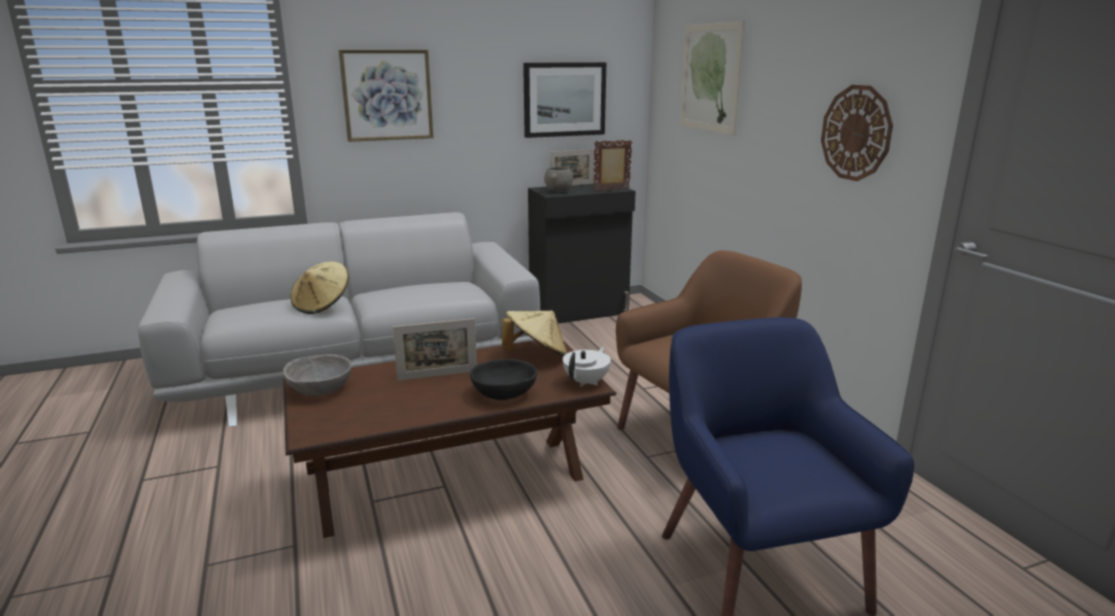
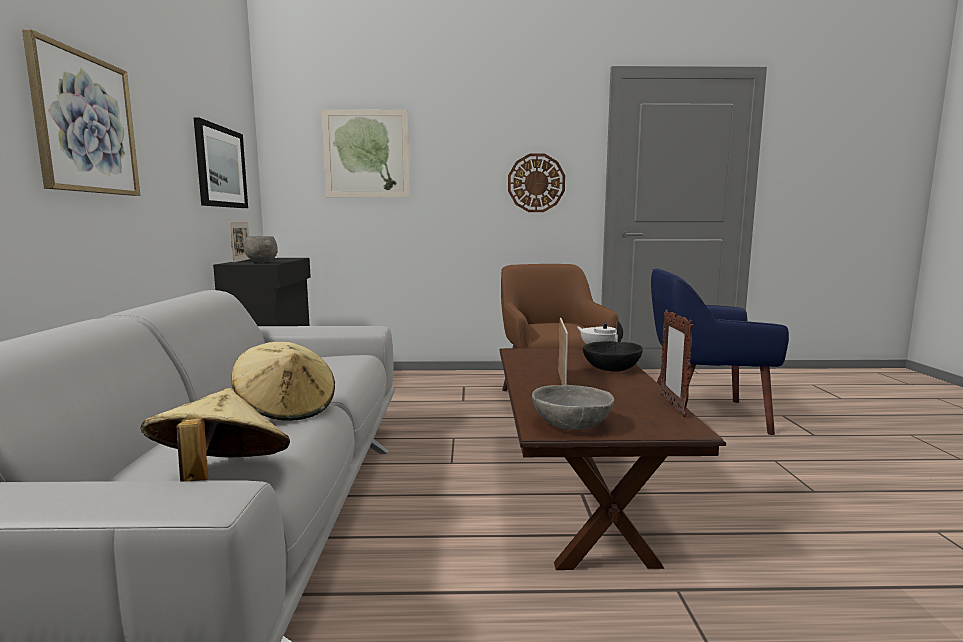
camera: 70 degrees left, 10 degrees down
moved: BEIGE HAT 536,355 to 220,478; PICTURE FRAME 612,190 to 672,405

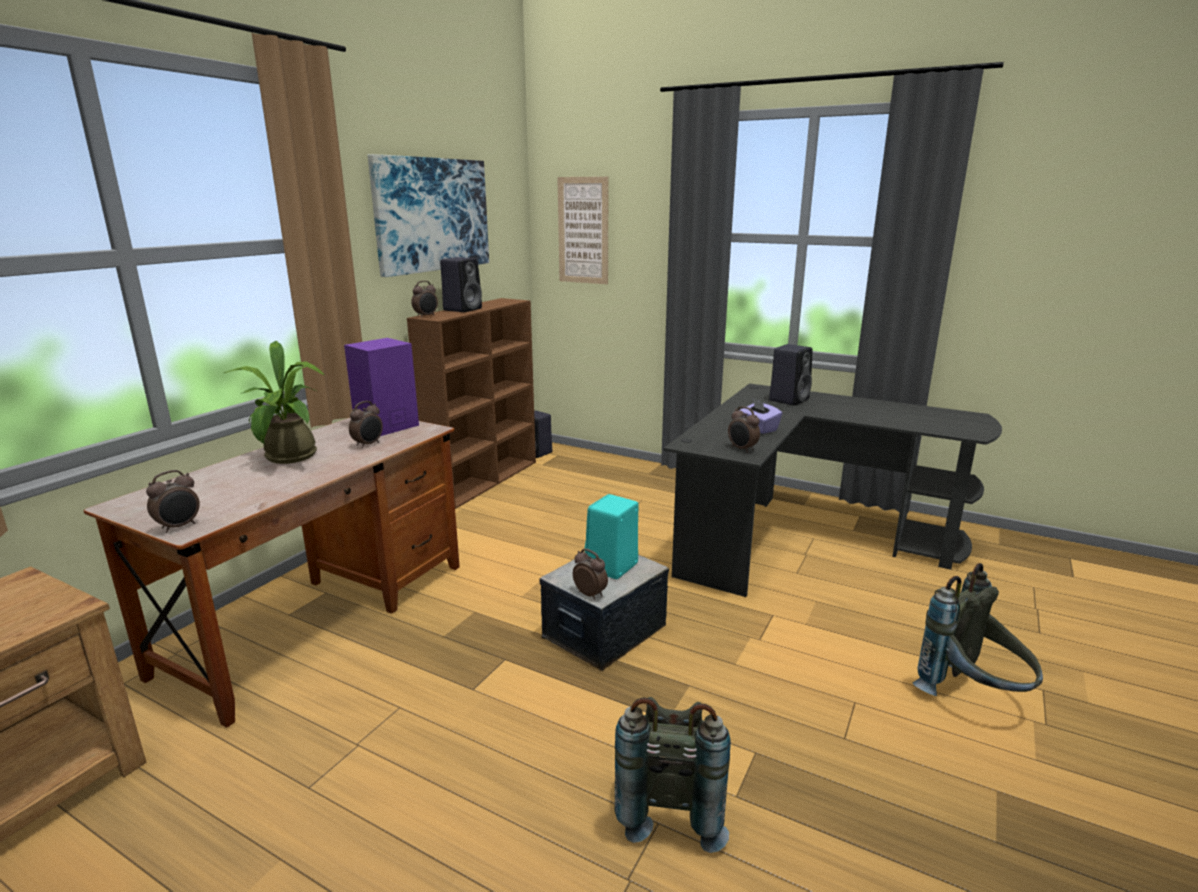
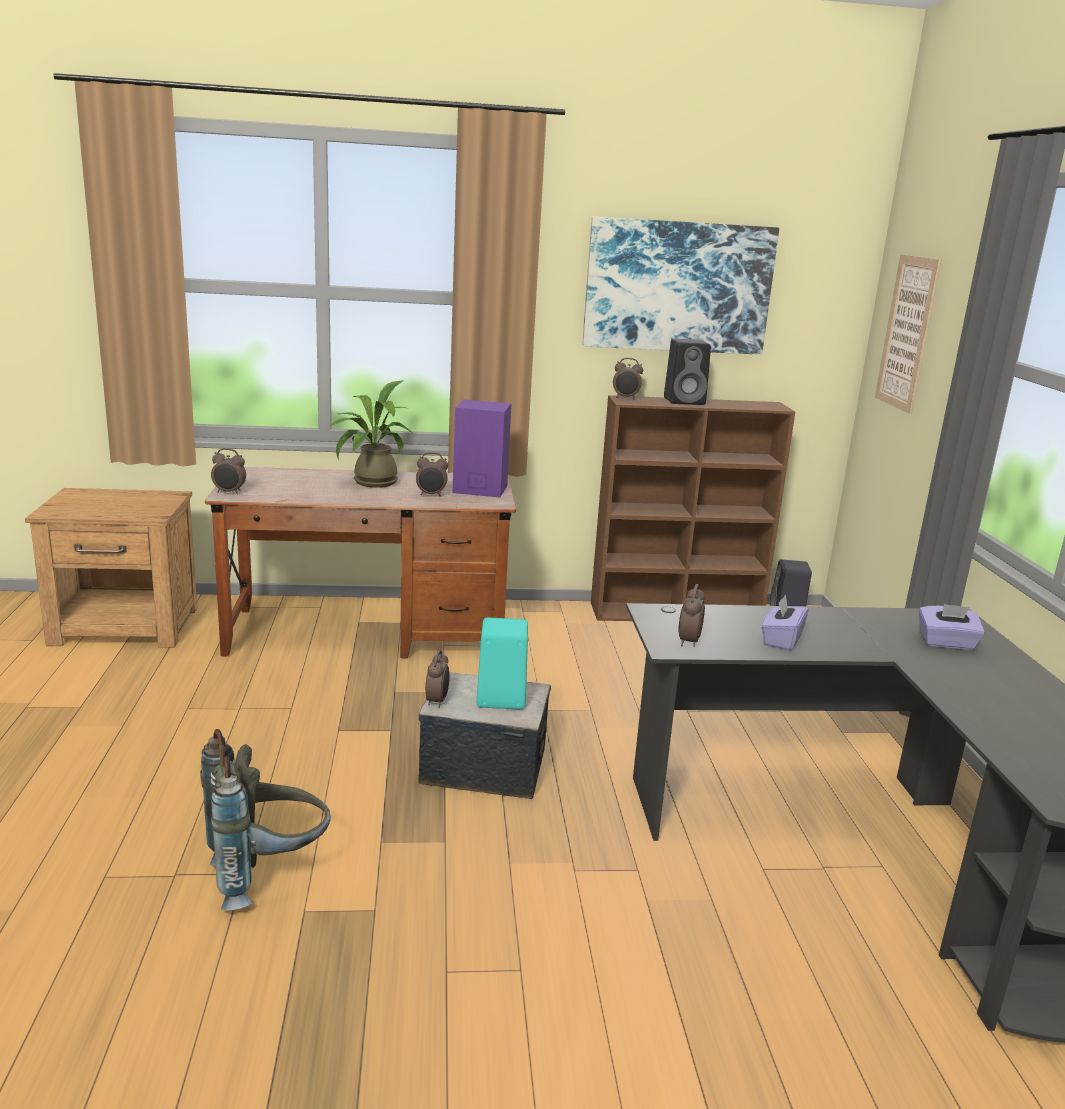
camera: 55 degrees right, 0 degrees up
removed: GREY BACKPACK 972,697
replaced: BLACK SPEAKER 789,399 to PURPLE TISSUE BOX 946,643

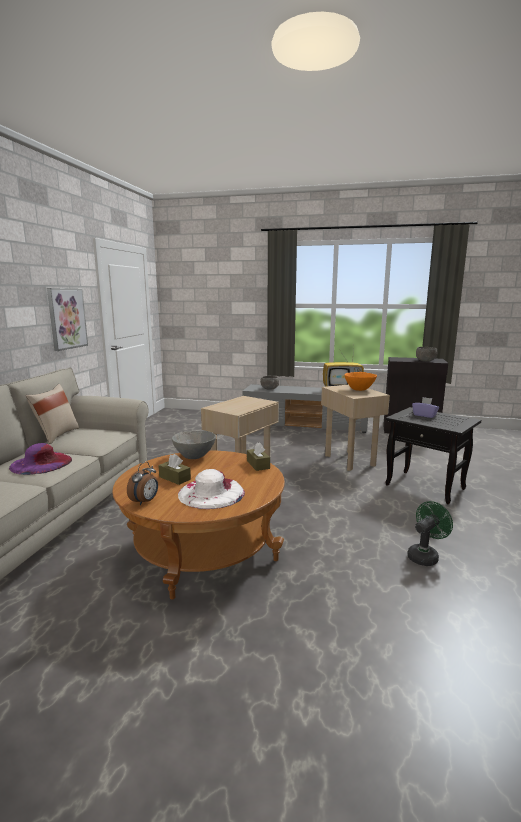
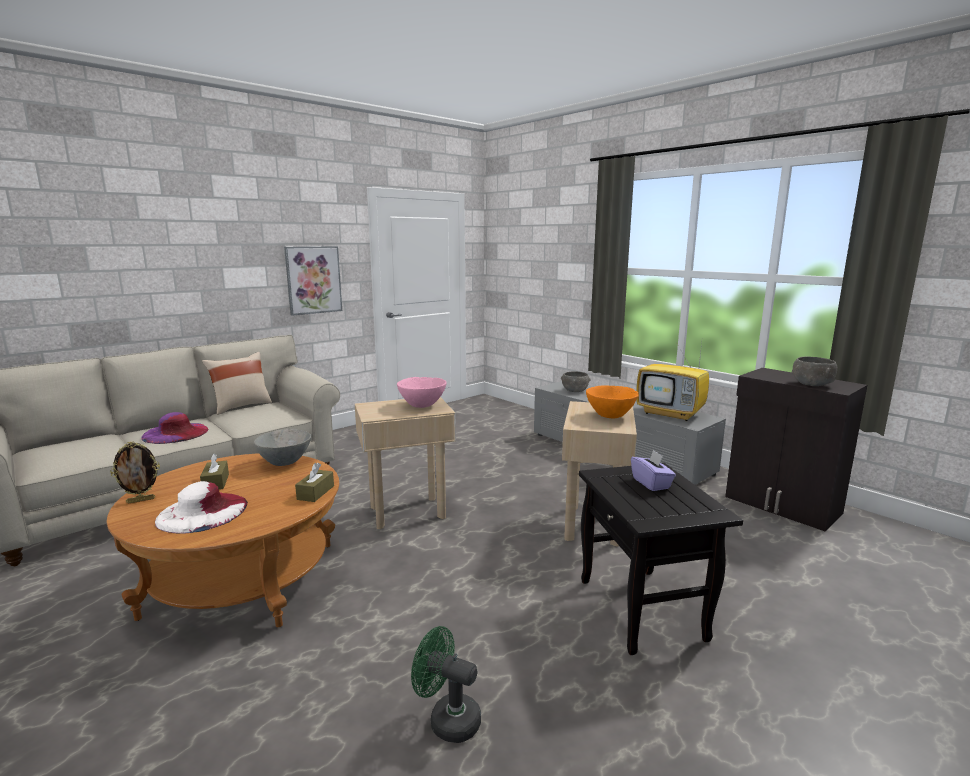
camera: 35 degrees right, 0 degrees up
added: PINK BOWL 422,405
replaced: ALARM CLOCK 145,501 to PICTURE FRAME 141,500
turned: GREEN FAN 425,556 = 447,719 150 degrees counterclockwise

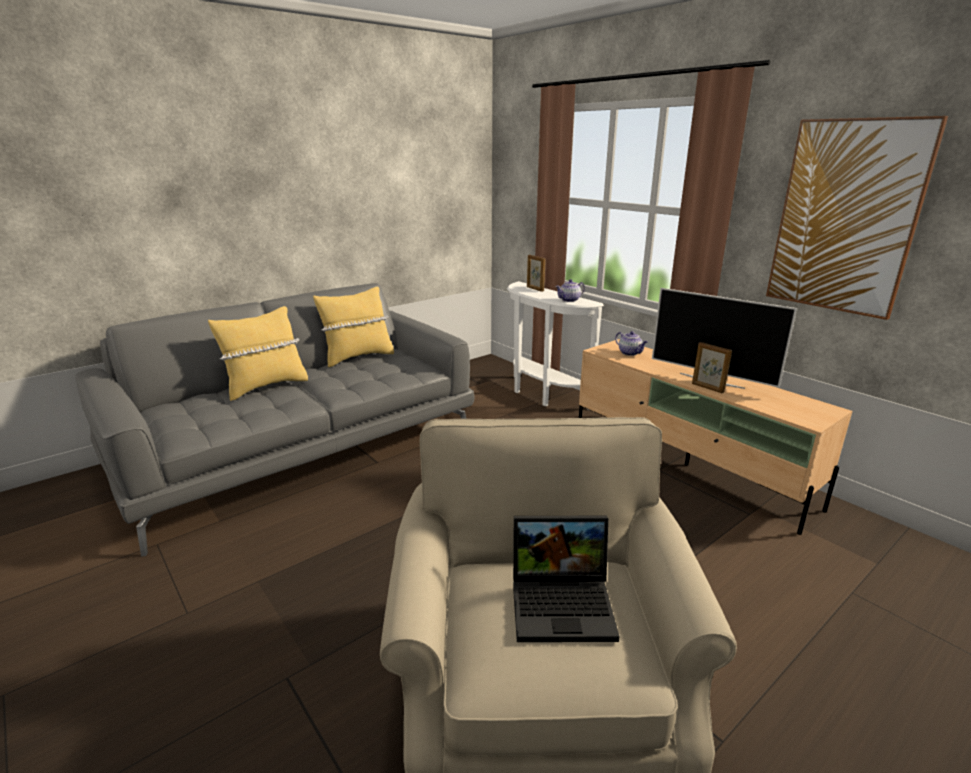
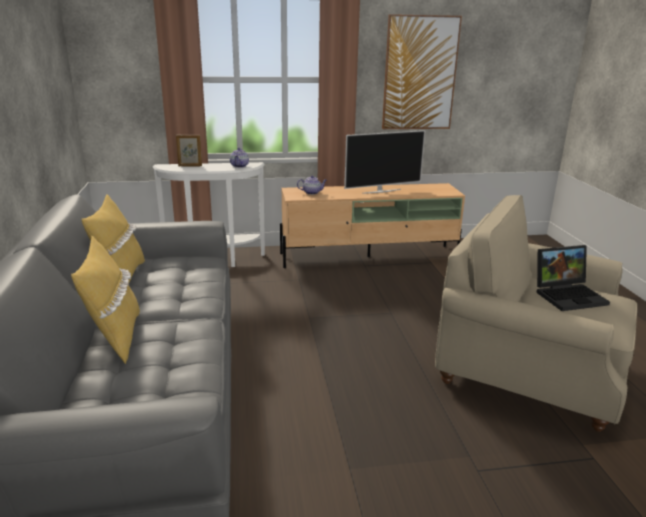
camera: 60 degrees left, 0 degrees up
removed: PICTURE FRAME 707,388
turned: LAPTOP 564,603 = 569,295 45 degrees clockwise

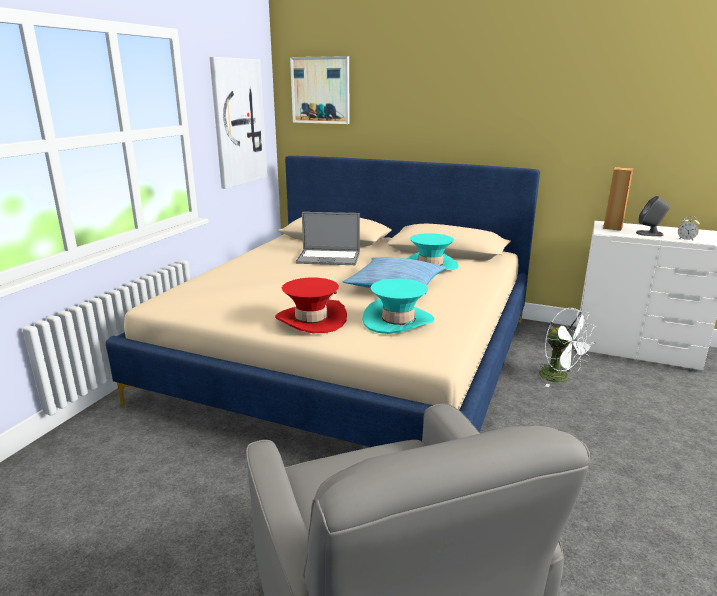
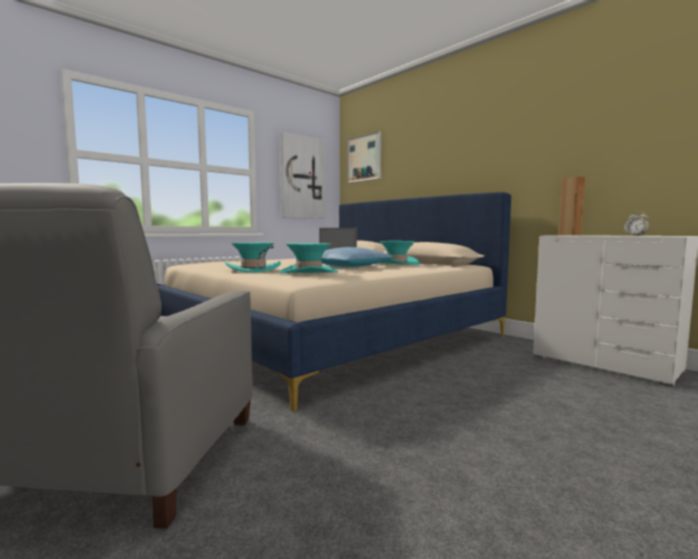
camera: 25 degrees right, 15 degrees down
removed: WHITE FAN 560,378; GREY SPEAKER 650,233
recoloured: RED HAT 311,320 to TURQUOISE HAT 253,269

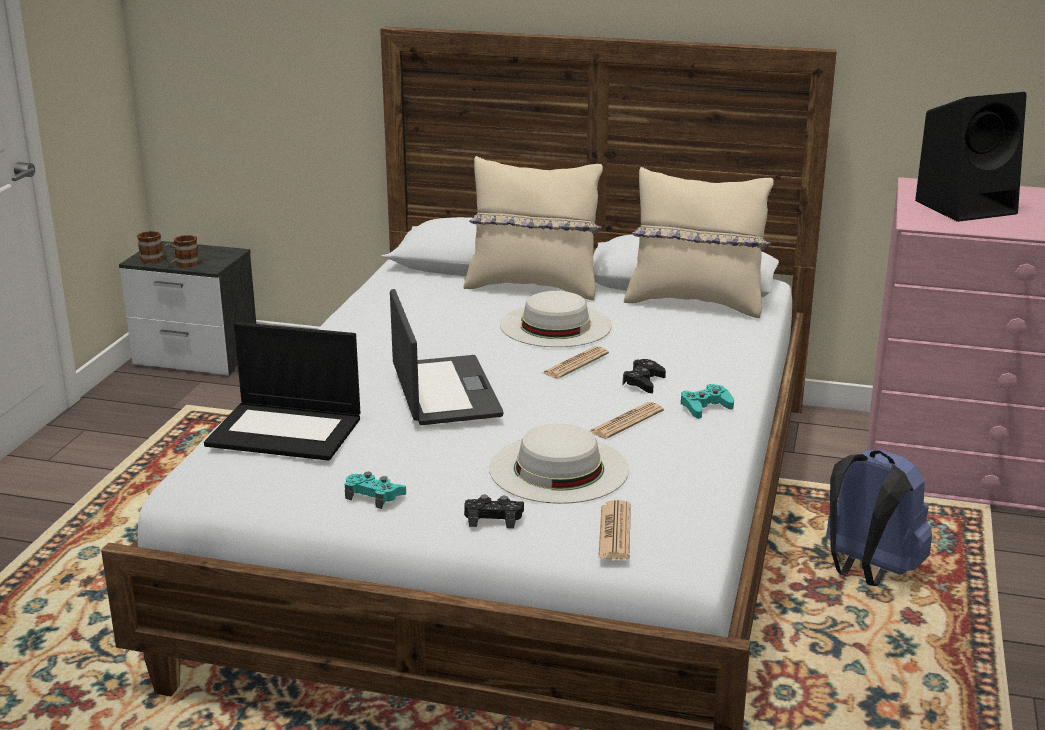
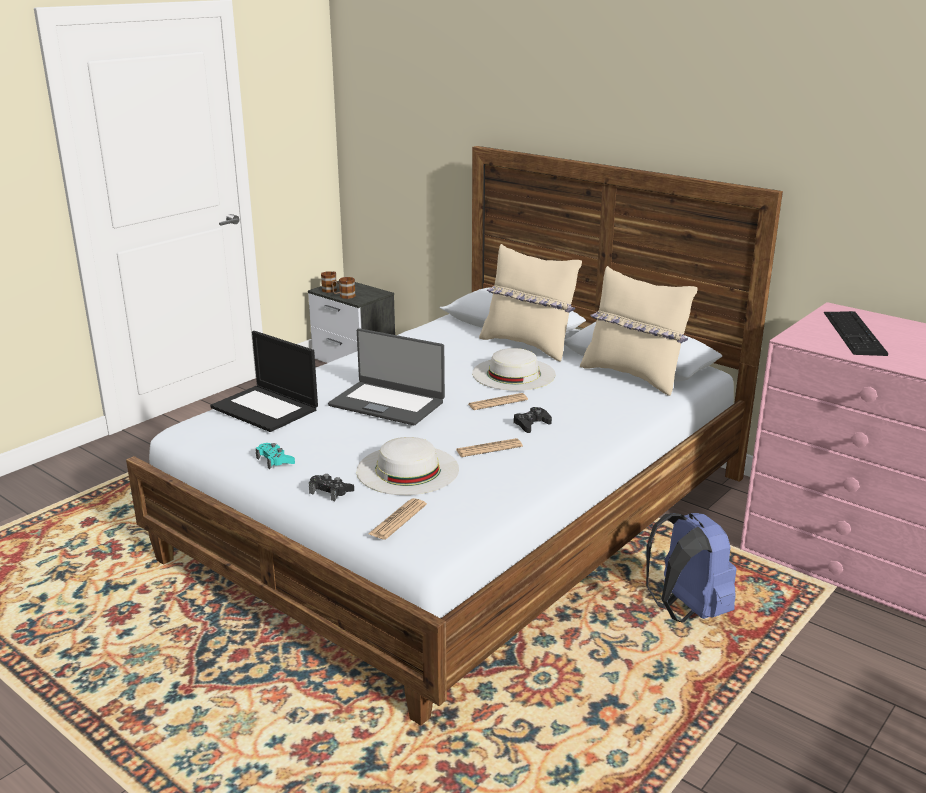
camera: 25 degrees right, 0 degrees up
removed: TURQUOISE GAME CONTROLLER 705,407
replaced: BLACK SPEAKER 967,207 to KEYBOARD 854,333
turned: LAPTOP 443,391 = 387,403 105 degrees clockwise

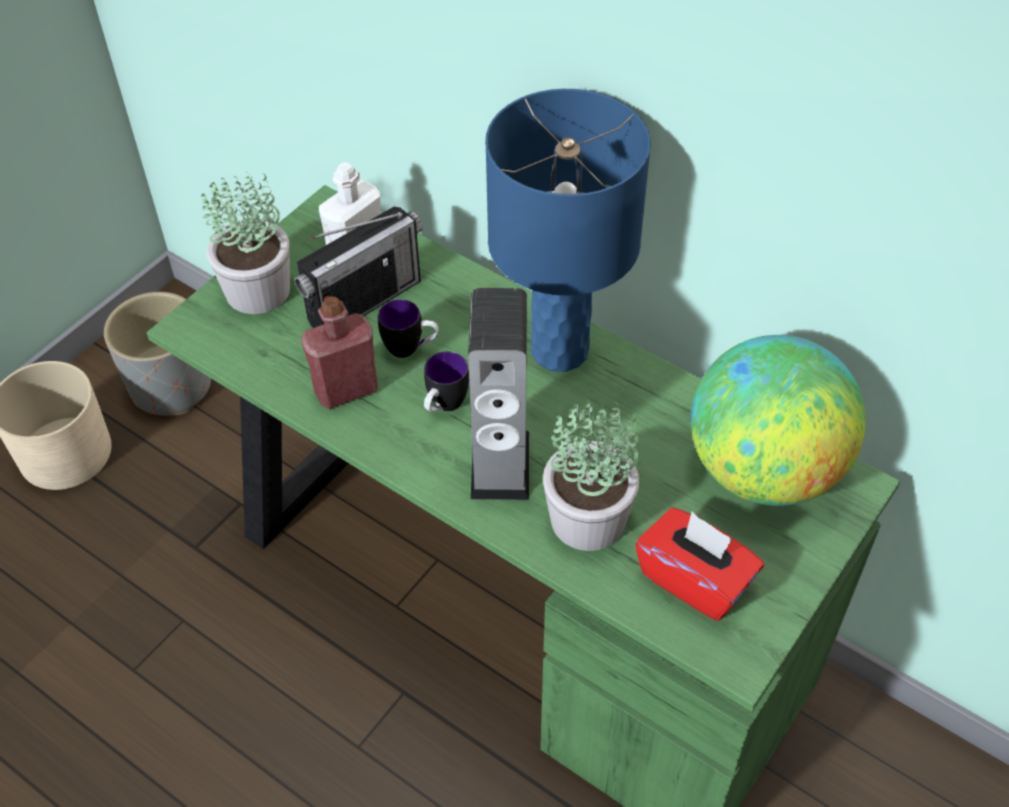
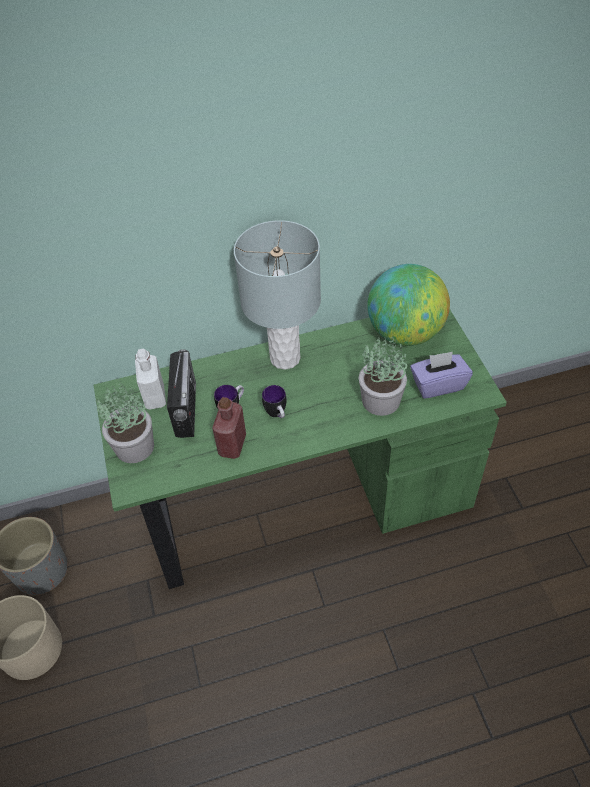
camera: 50 degrees left, 0 degrees up
removed: SPEAKER 500,464
recoloured: BLUE TABLE LAMP 559,350 to GREY TABLE LAMP 284,358; RED TISSUE BOX 695,579 to PURPLE TISSUE BOX 438,384

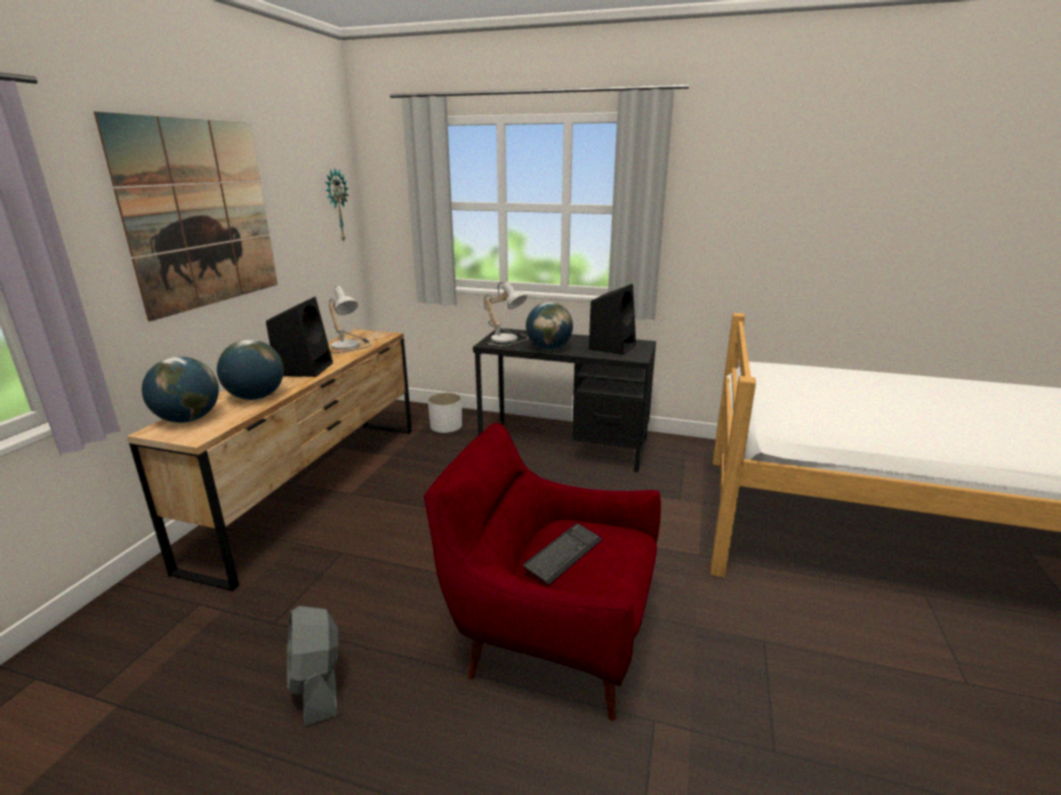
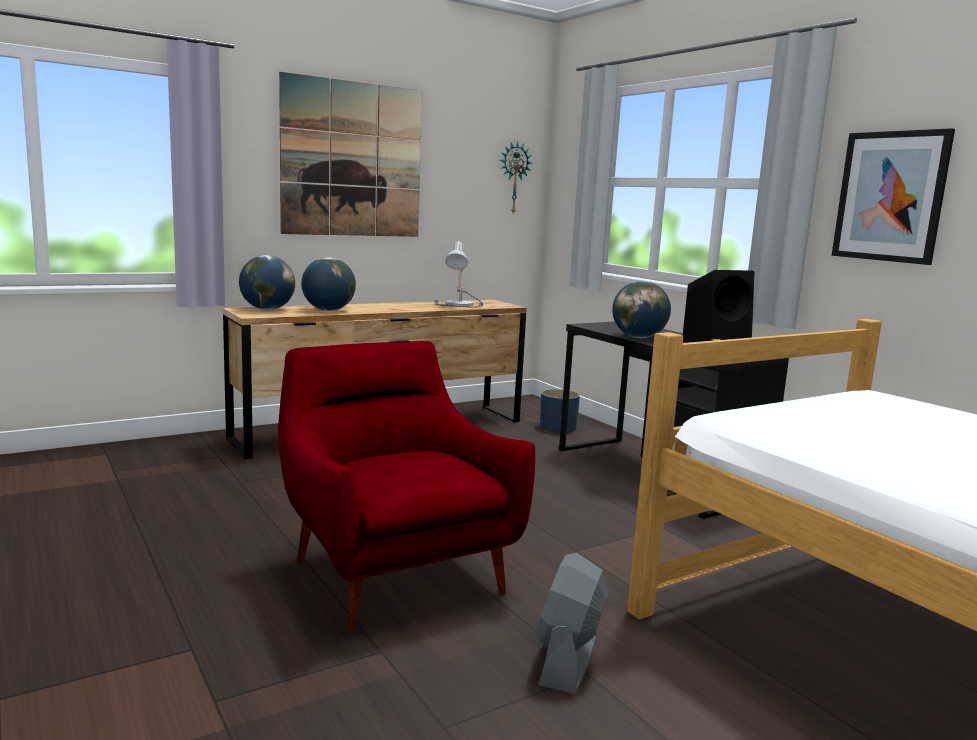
camera: 40 degrees right, 10 degrees down
removed: BLACK SPEAKER 305,368; TABLE LAMP 507,338; KEYBOARD 563,554
added: PICTURE 890,196
moved: GREY FAN 318,685 to 568,660
recoloured: WHITE PLANTER 446,426 to BLUE PLANTER 557,427

